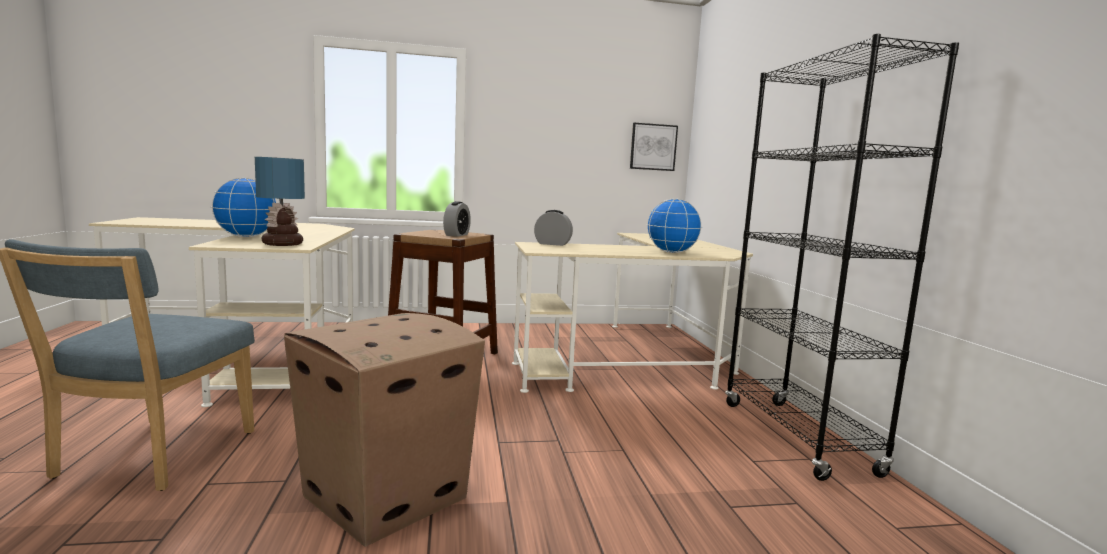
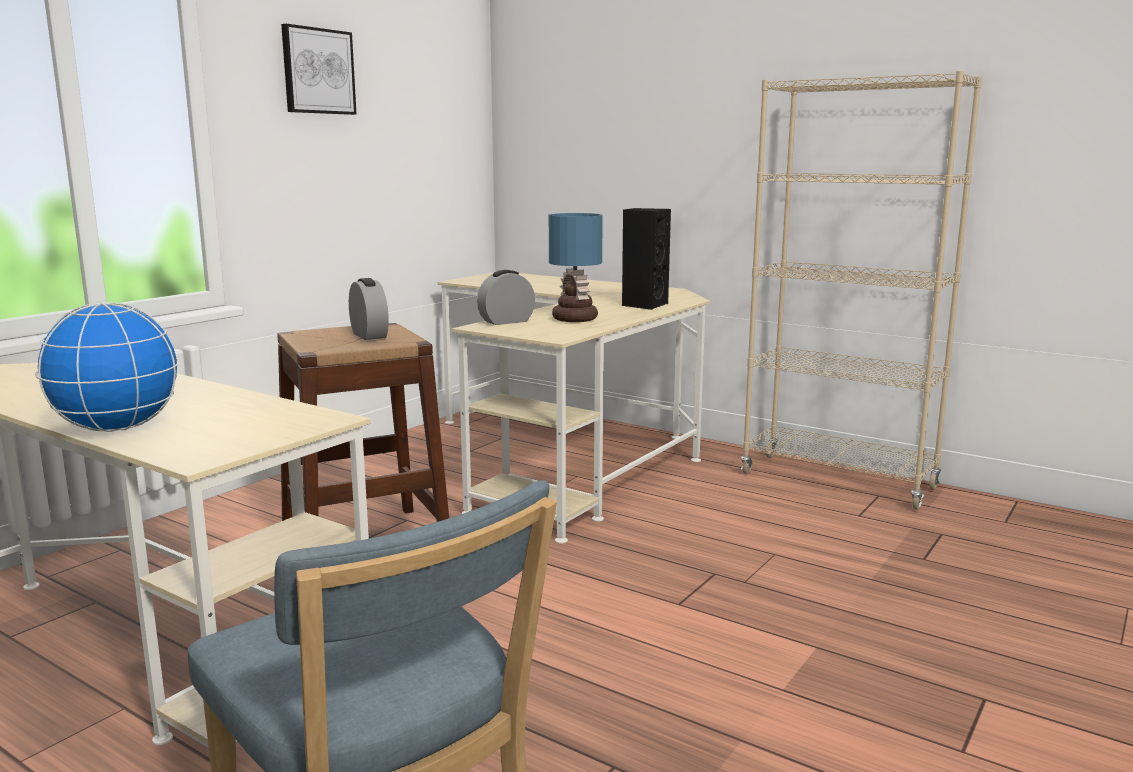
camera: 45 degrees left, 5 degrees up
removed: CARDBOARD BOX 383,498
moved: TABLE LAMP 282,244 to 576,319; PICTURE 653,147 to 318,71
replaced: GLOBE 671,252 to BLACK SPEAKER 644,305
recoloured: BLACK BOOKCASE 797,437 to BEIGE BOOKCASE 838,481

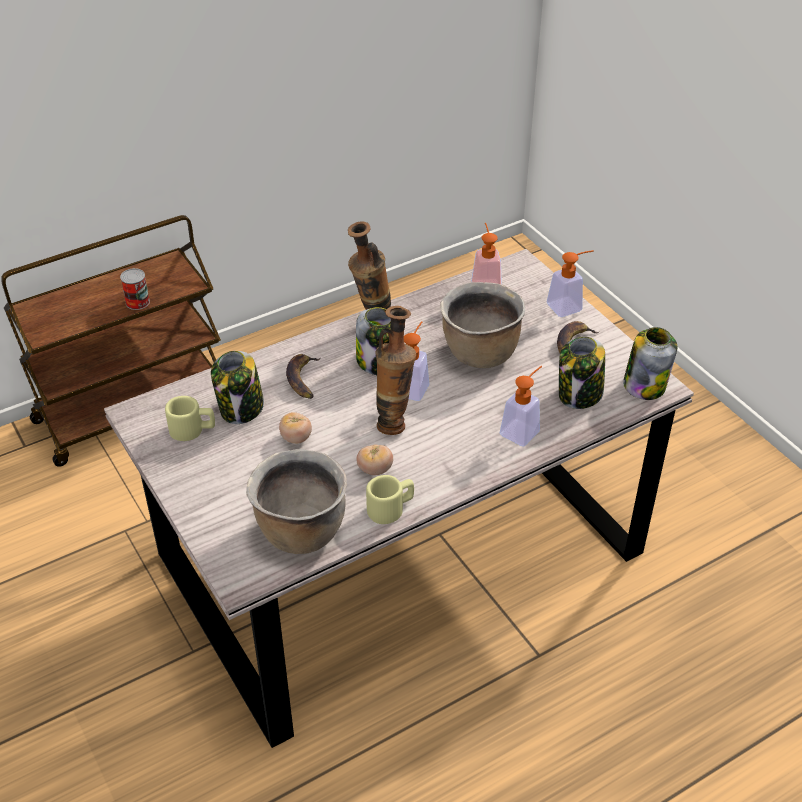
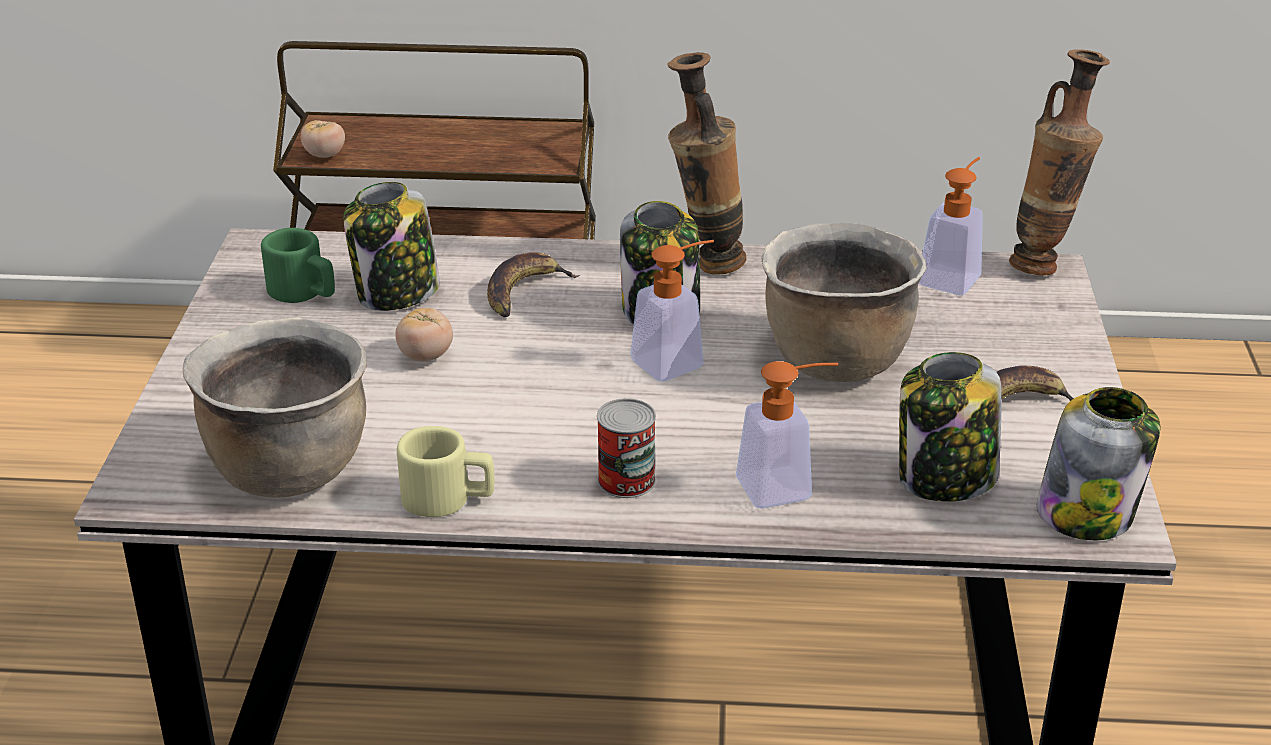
camera: 35 degrees right, 10 degrees down
removed: SOAP DISPENSER 569,306
moved: CAN 137,302 to 626,480; TOMATO 375,469 to 324,155; VASE 394,422 to 1044,264
recoloured: BEIGE MUG 192,430 to GREEN MUG 304,293

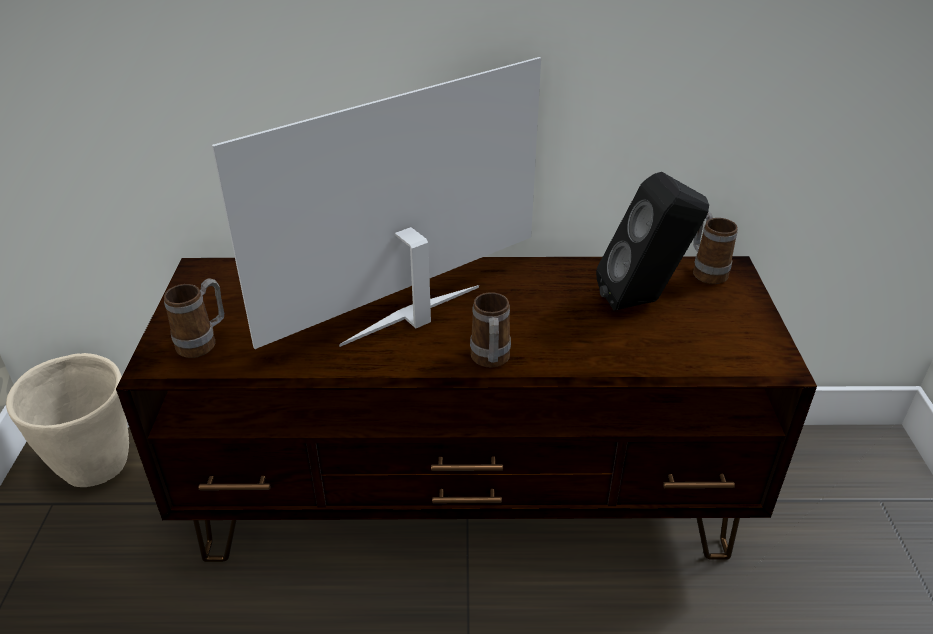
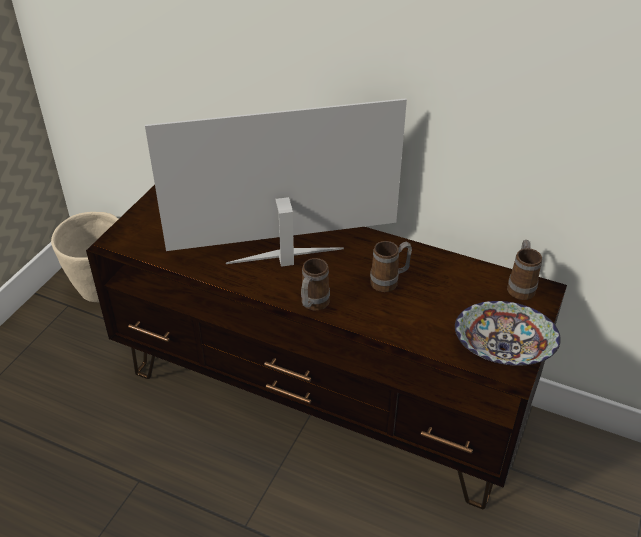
camera: 25 degrees right, 5 degrees up
removed: BLACK SPEAKER 644,301
added: BOWL 502,350
moved: MUG 204,343 to 389,282

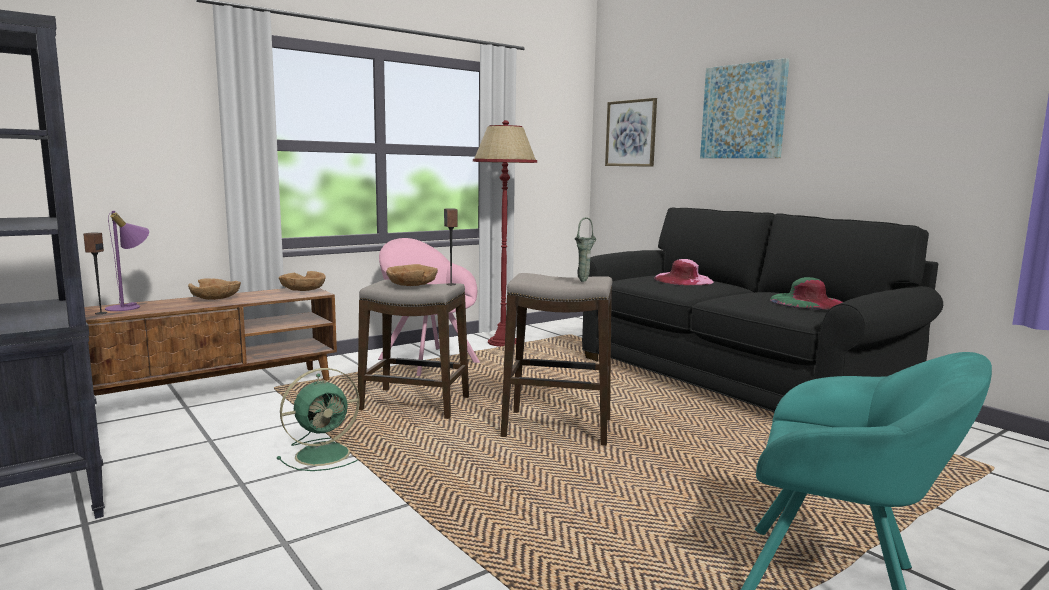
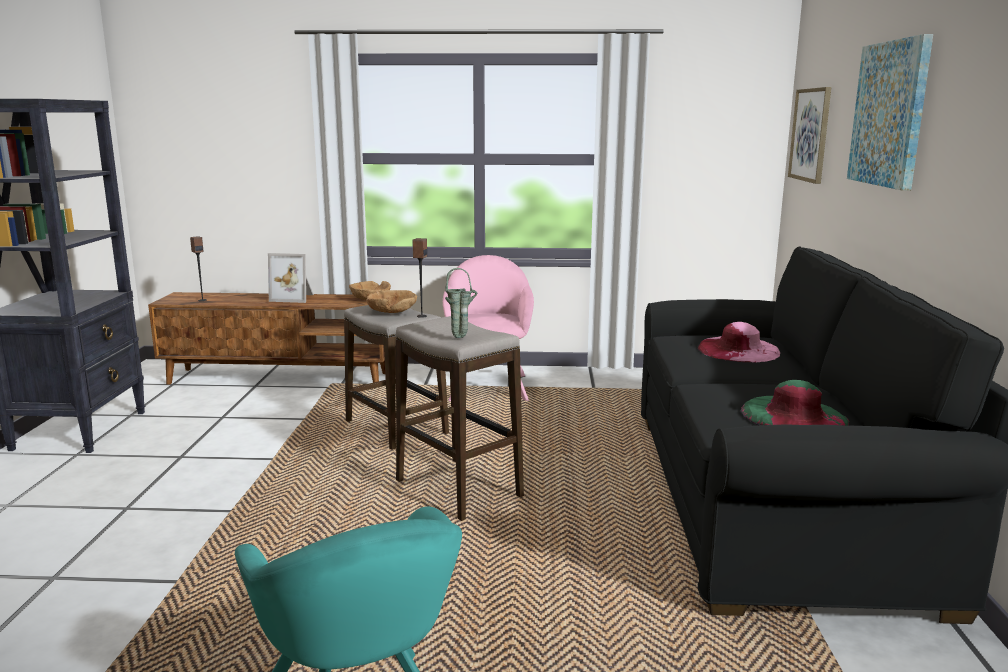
camera: 40 degrees right, 5 degrees up
removed: PURPLE TABLE LAMP 129,307; GREEN FAN 325,454; RED FLOOR LAMP 503,342
replaced: BROWN BOWL 216,298 to PICTURE FRAME 294,298

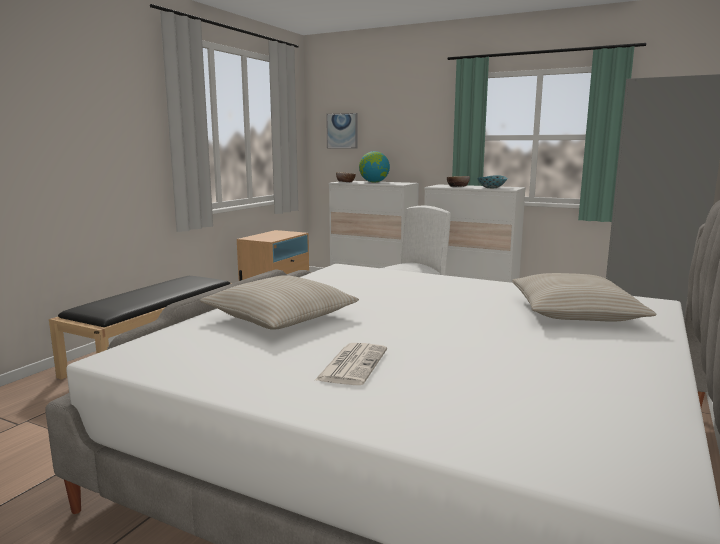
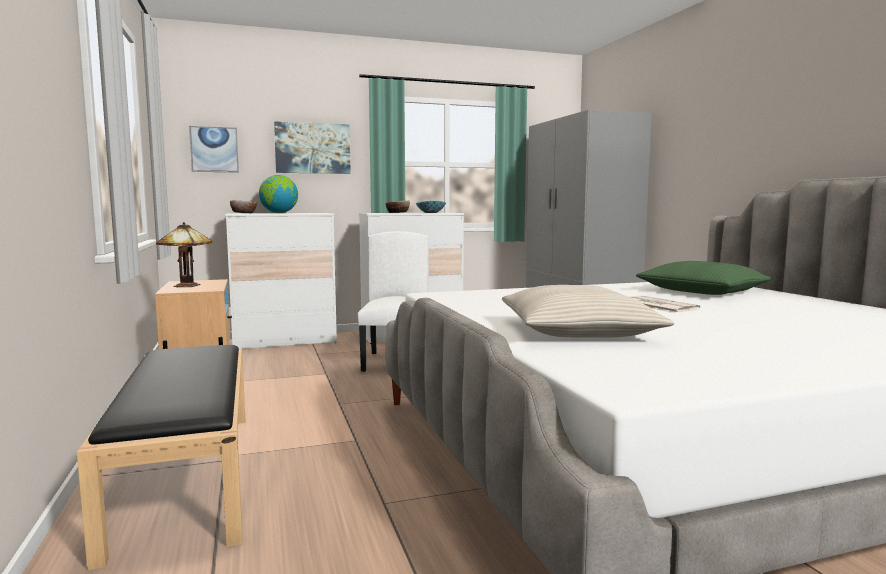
camera: 45 degrees left, 5 degrees down
added: TABLE LAMP 187,286; PICTURE 312,148
moved: NEWSPAPER 352,364 to 656,305
recoloured: BEIGE PILLOW 574,312 to GREEN PILLOW 701,291

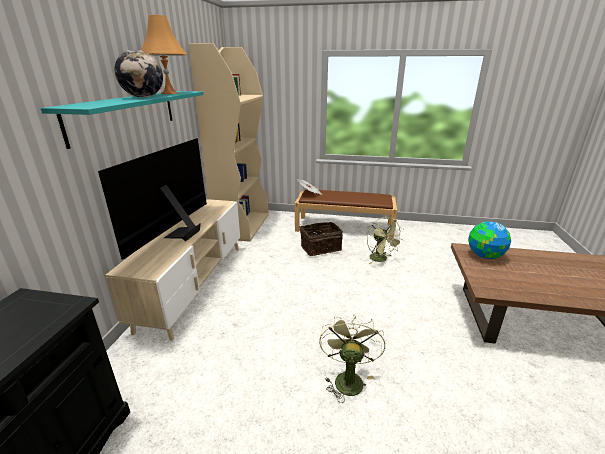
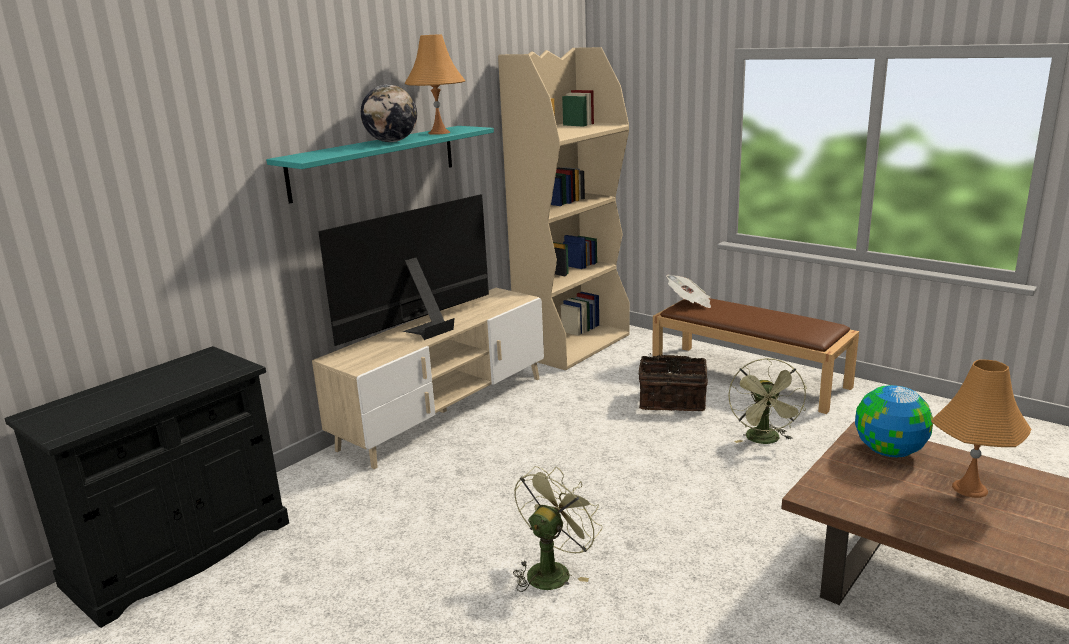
camera: 30 degrees right, 5 degrees down
added: ORANGE TABLE LAMP 969,488

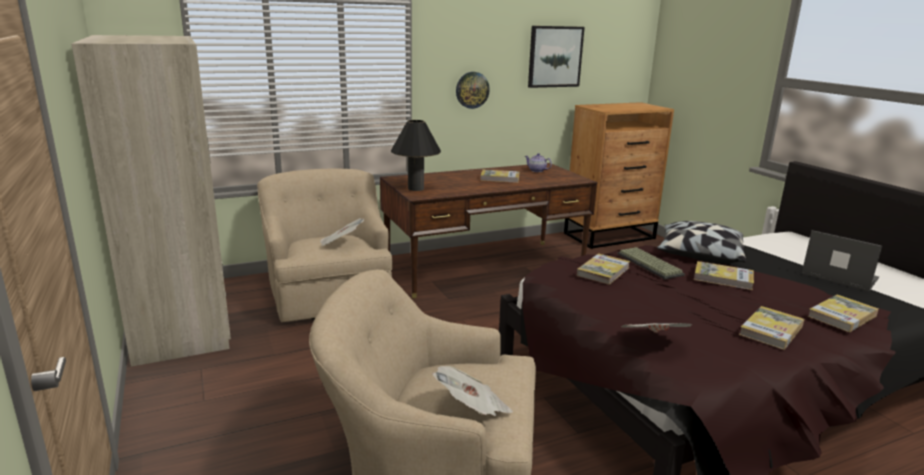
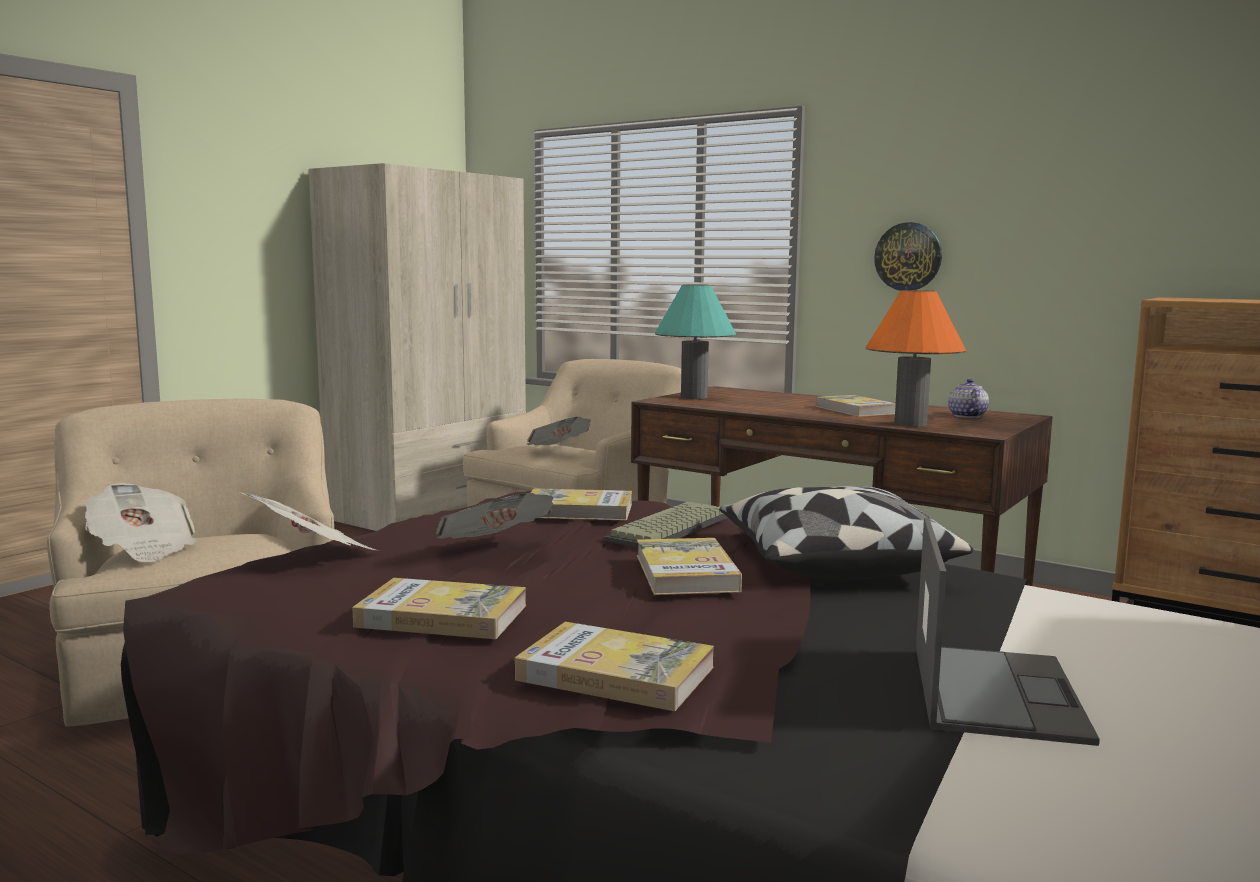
camera: 60 degrees right, 10 degrees down
removed: PICTURE 555,56
added: NEWSPAPER 494,550; ORANGE TABLE LAMP 910,424
recoloured: BLACK TABLE LAMP 415,188 to TURQUOISE TABLE LAMP 694,397

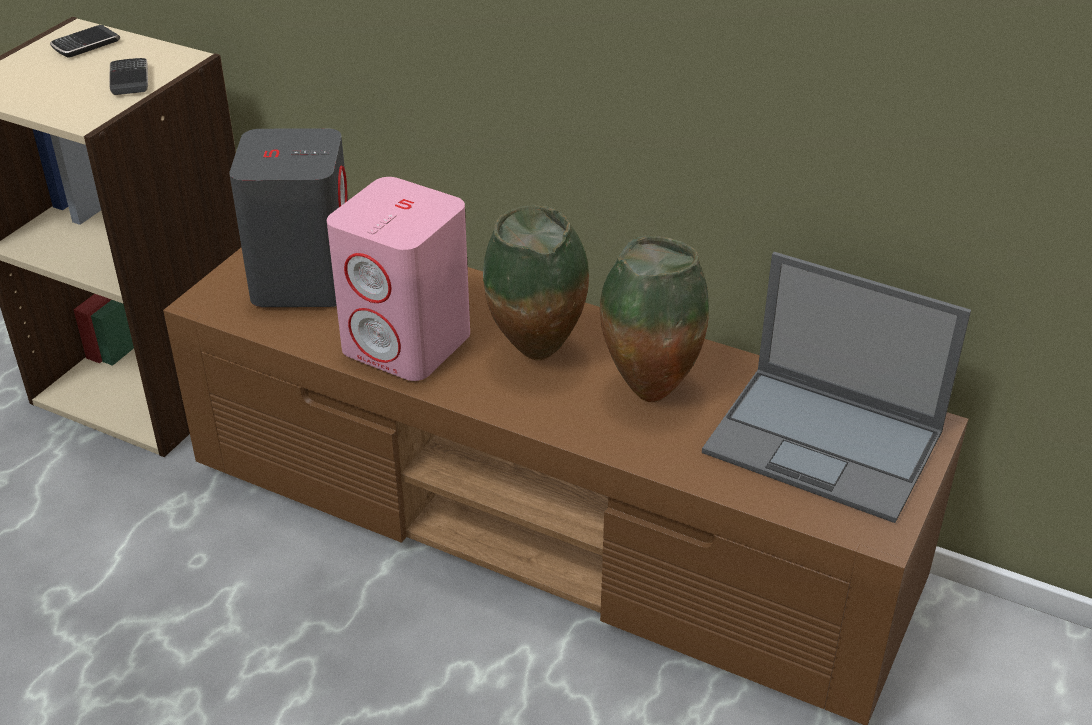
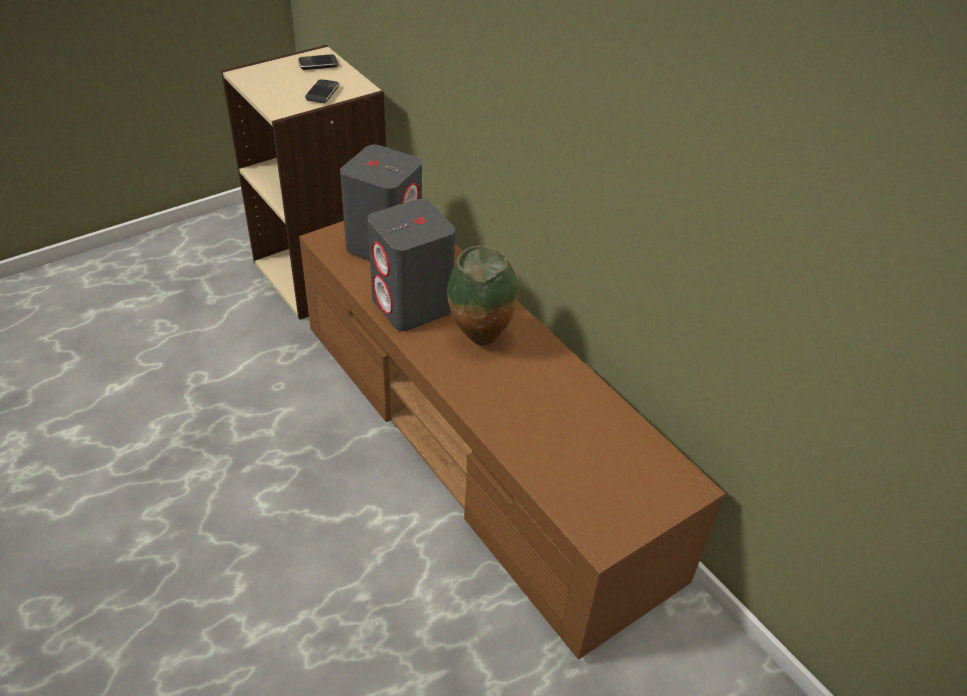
camera: 25 degrees right, 5 degrees up
removed: VASE 647,390; LAPTOP 826,443
recoloured: PINK SPEAKER 408,343 to GREY SPEAKER 413,305

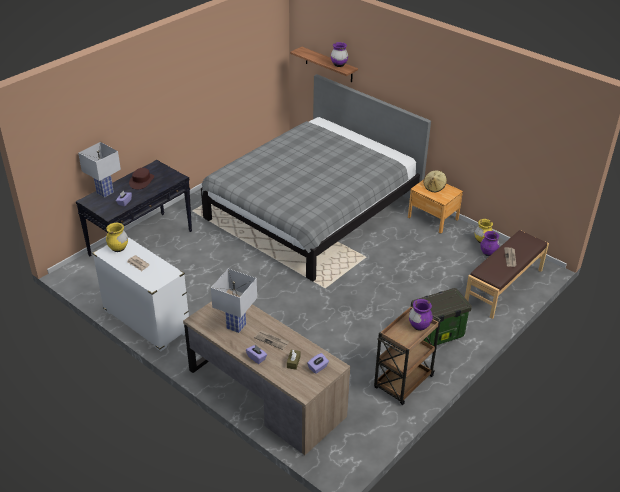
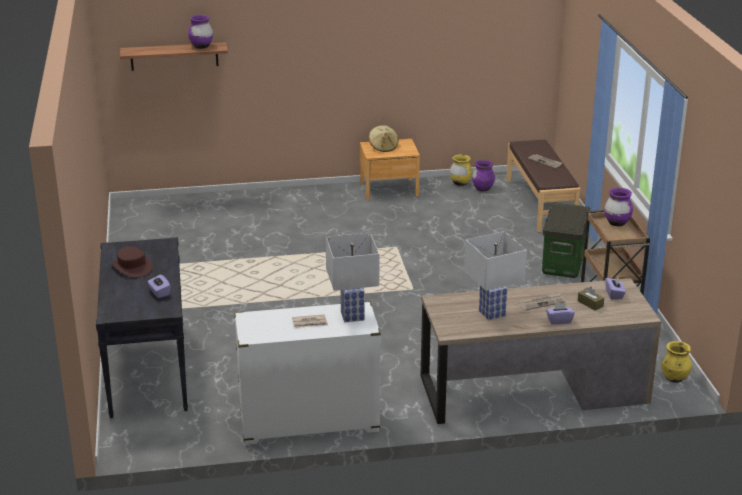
camera: 50 degrees left, 10 degrees down
removed: GREY BED 312,210
moved: WHITE TABLE LAMP 105,192 to 352,316; YELLOW VASE 118,248 to 674,378

